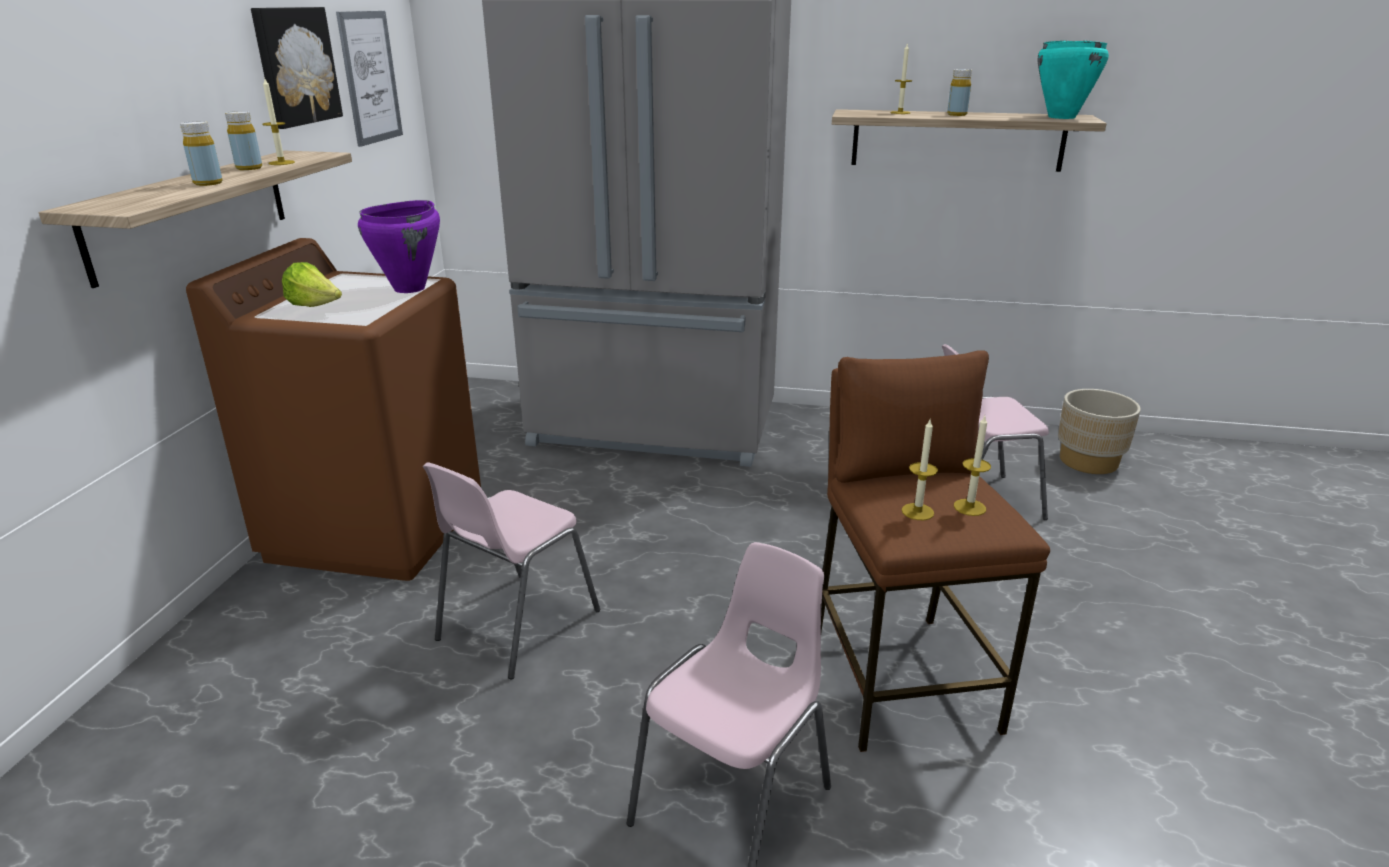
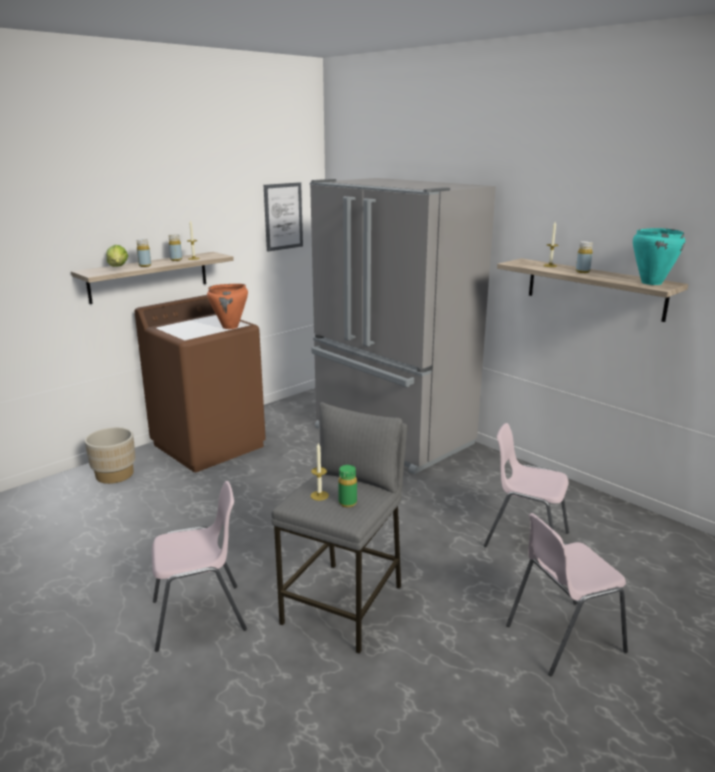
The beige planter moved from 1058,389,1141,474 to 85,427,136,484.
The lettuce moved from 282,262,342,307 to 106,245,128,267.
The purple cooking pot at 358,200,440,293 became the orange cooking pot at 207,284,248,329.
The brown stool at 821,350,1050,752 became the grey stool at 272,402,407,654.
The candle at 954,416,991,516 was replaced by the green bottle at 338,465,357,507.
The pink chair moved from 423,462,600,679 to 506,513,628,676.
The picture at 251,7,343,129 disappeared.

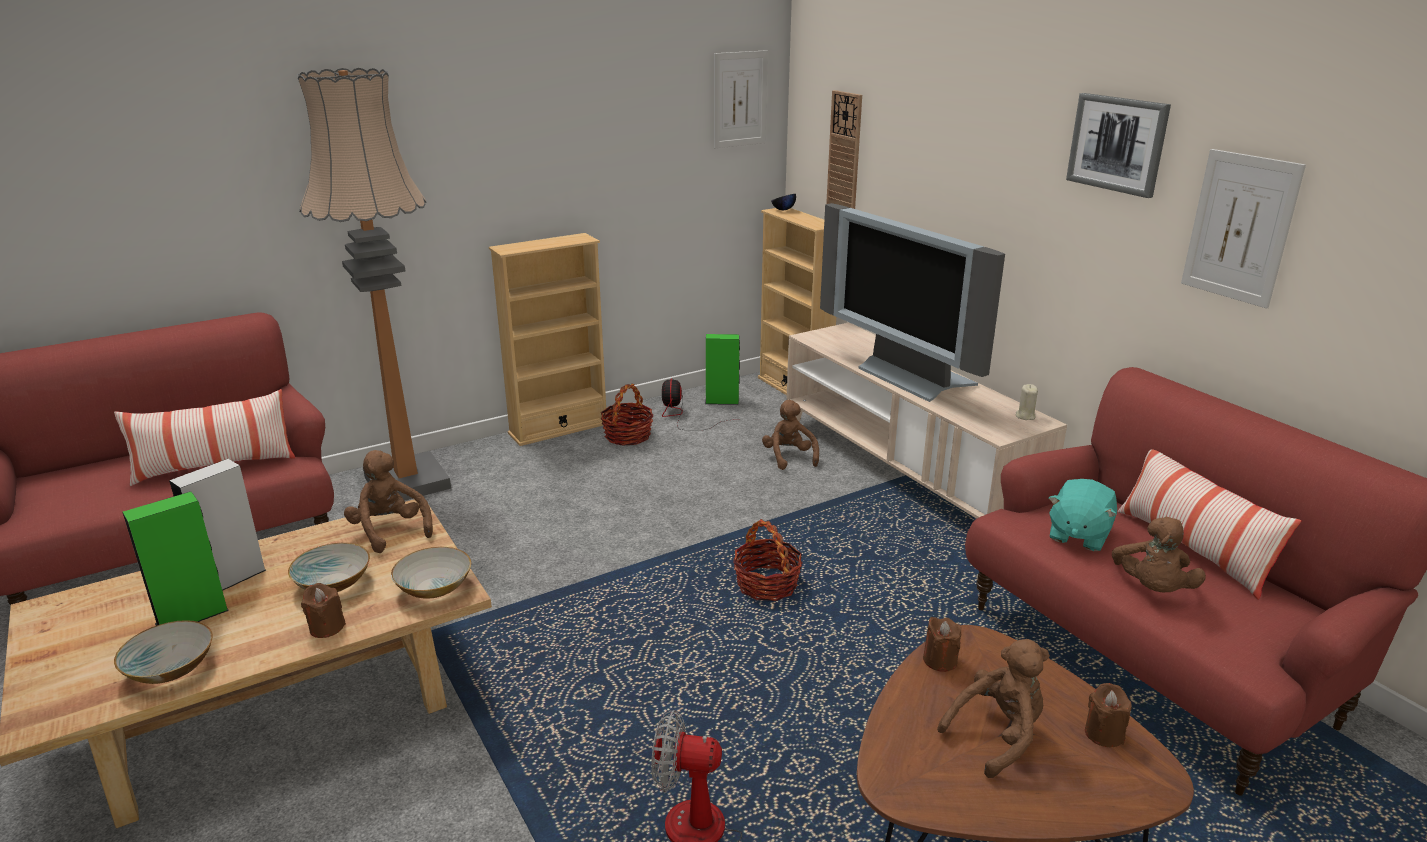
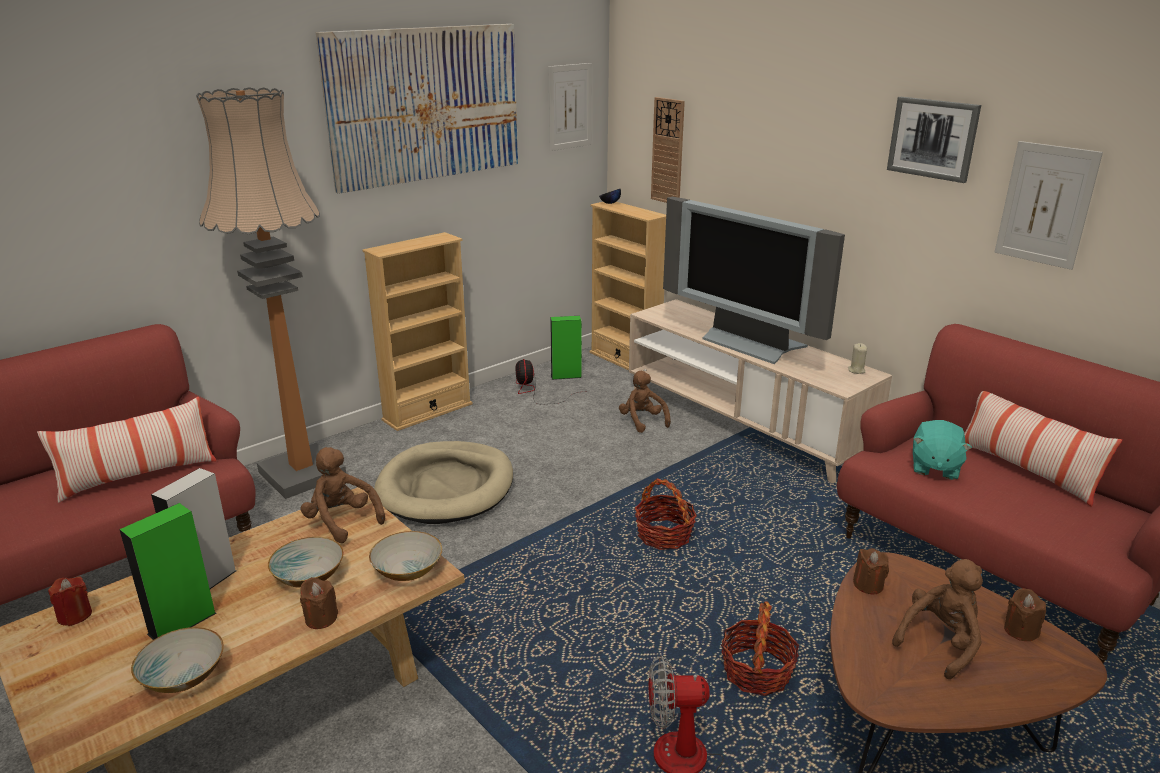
The red candle at 48,577,92,626 appeared.
The picture at 316,24,518,194 appeared.
The beige dog bed at 374,441,513,524 appeared.
The basket moved from 601,384,653,445 to 721,601,799,696.
The brown plush toy at 1112,517,1206,592 disappeared.

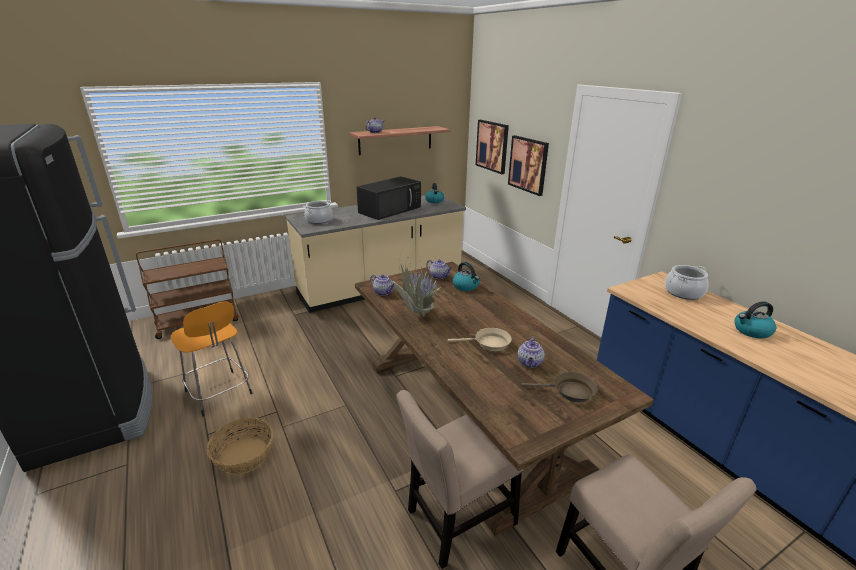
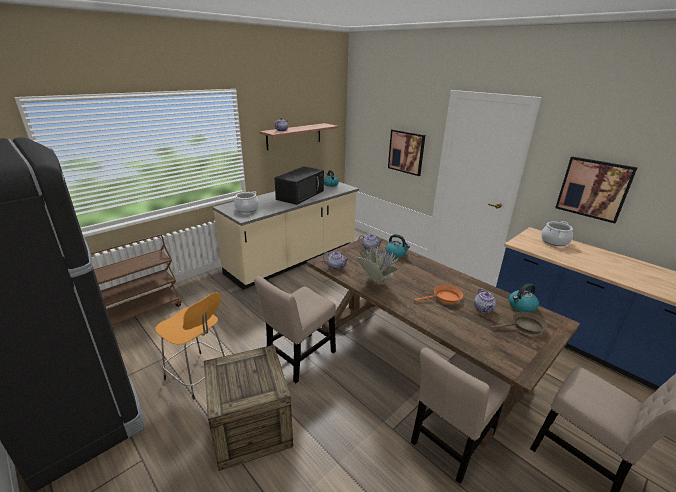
The basket at 206,418,273,475 was replaced by the crate at 204,345,293,471.
The beige chair at 254,276,336,383 appeared.
The beige frying pan at 448,328,512,351 became the orange frying pan at 414,285,463,304.
The kettle moved from 734,301,776,339 to 509,284,539,313.
The picture moved from 476,120,509,174 to 555,156,638,224.

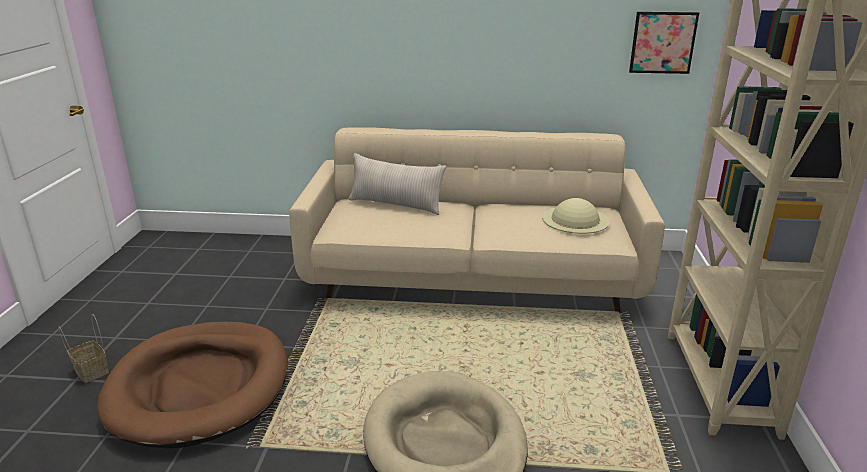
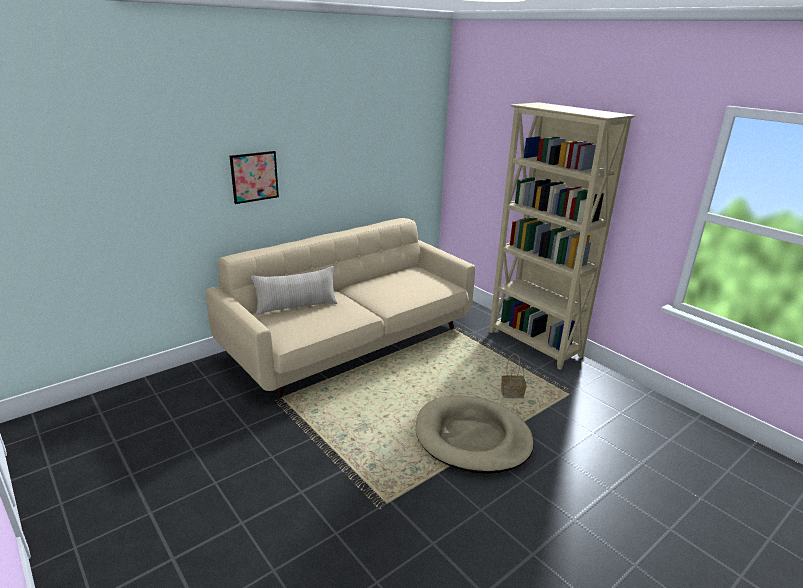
The picture moved from 629,12,699,74 to 230,151,279,204.
The basket moved from 58,314,109,383 to 501,354,527,398.
The brown dog bed at 97,322,288,448 disappeared.
The beige hat at 542,198,609,234 disappeared.

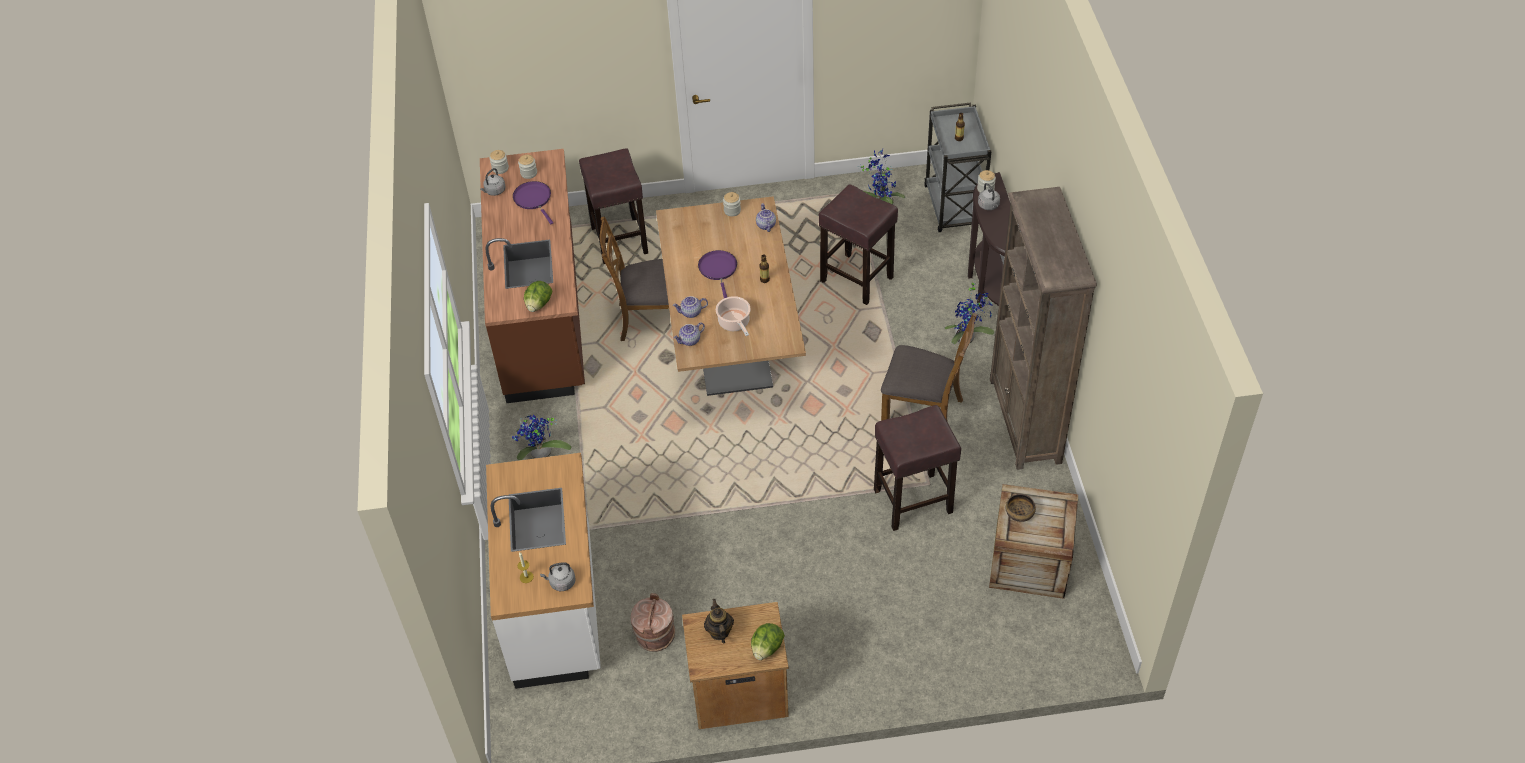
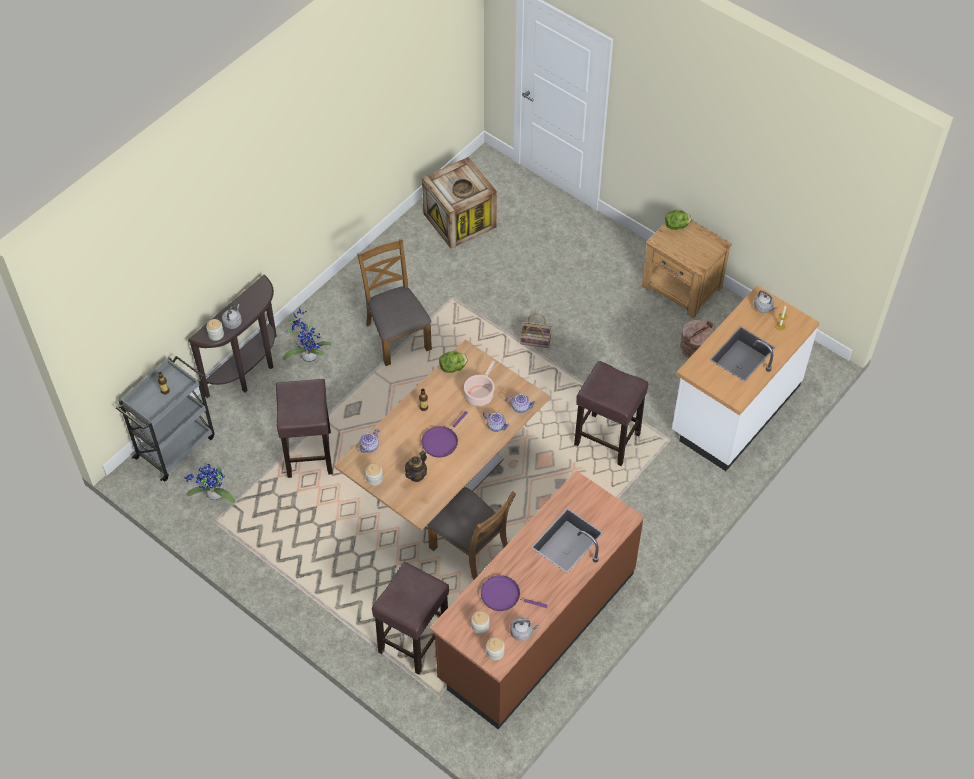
The teapot moved from 704,599,734,644 to 405,451,427,482.
The lettuce moved from 524,281,552,312 to 439,351,468,373.
The purple frying pan at 513,181,553,224 turned 90 degrees clockwise.
The basket at 520,313,552,348 appeared.
The brown stool moved from 874,405,961,531 to 574,361,648,466.
The potted plant at 512,415,571,460 disappeared.
The brown bookcase at 990,187,1097,470 disappeared.

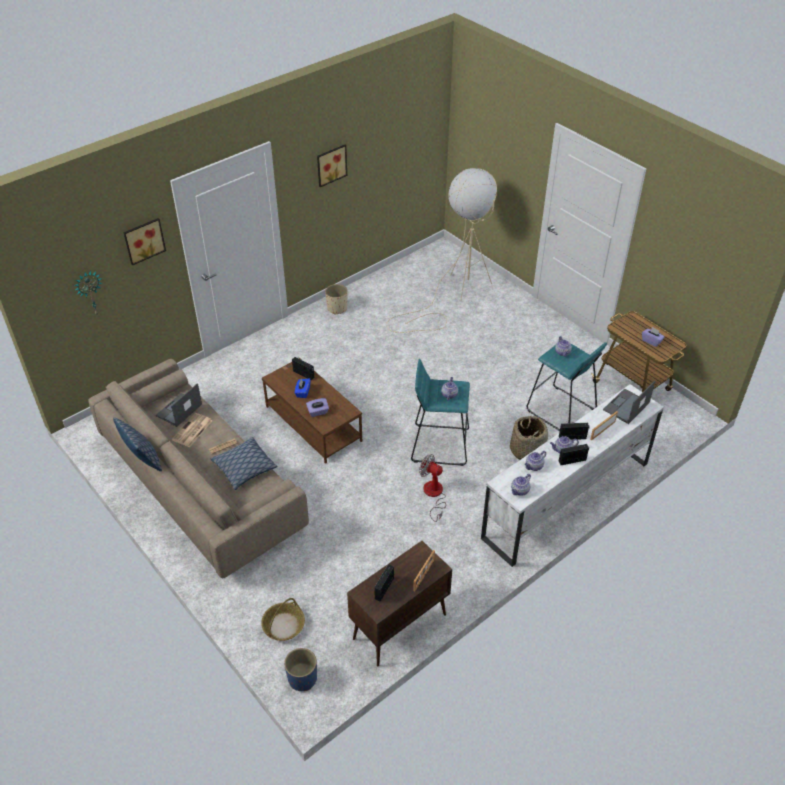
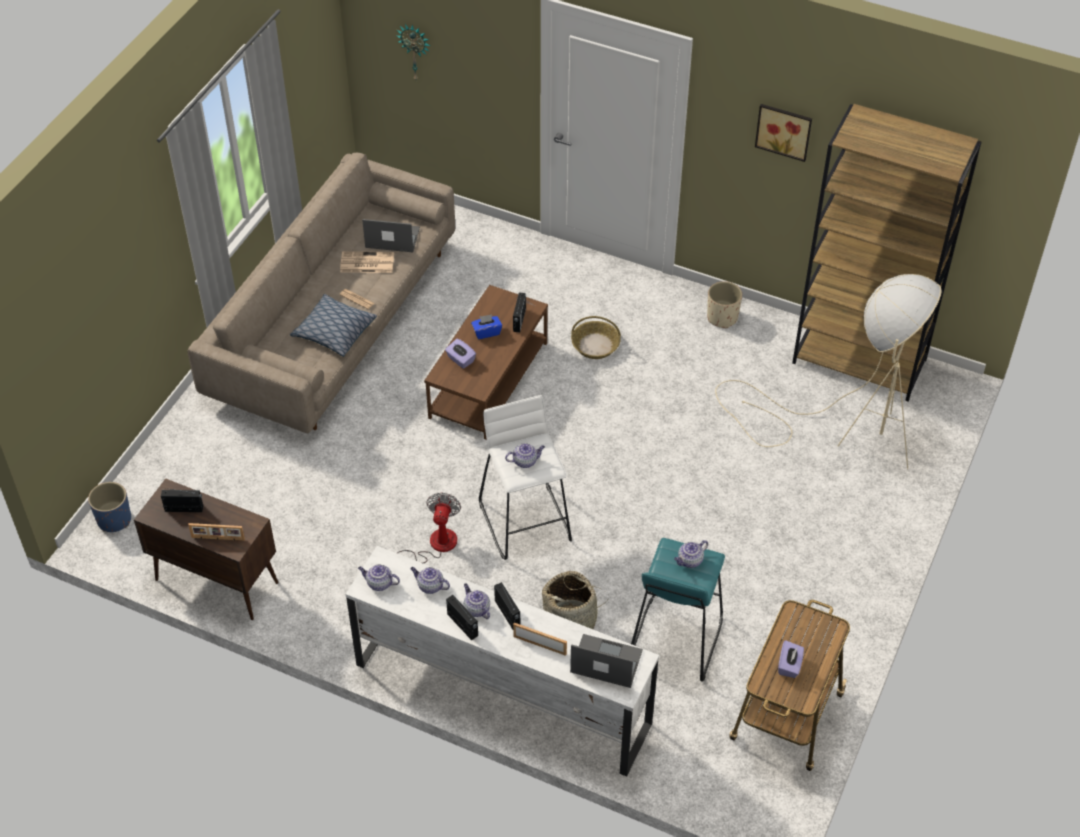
The turquoise stool at 411,359,470,466 became the white stool at 479,395,572,560.
The basket moved from 261,598,305,641 to 571,316,621,359.
The brown bookcase at 792,104,982,402 appeared.
The pillow at 113,417,162,471 disappeared.
The picture at 123,218,166,265 disappeared.

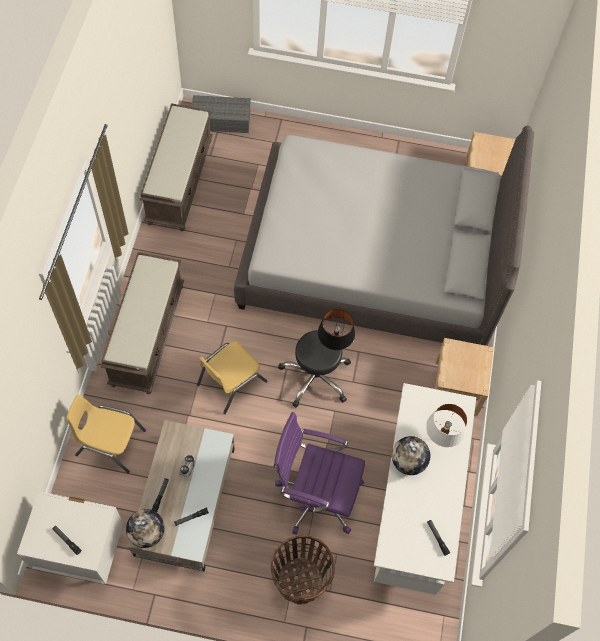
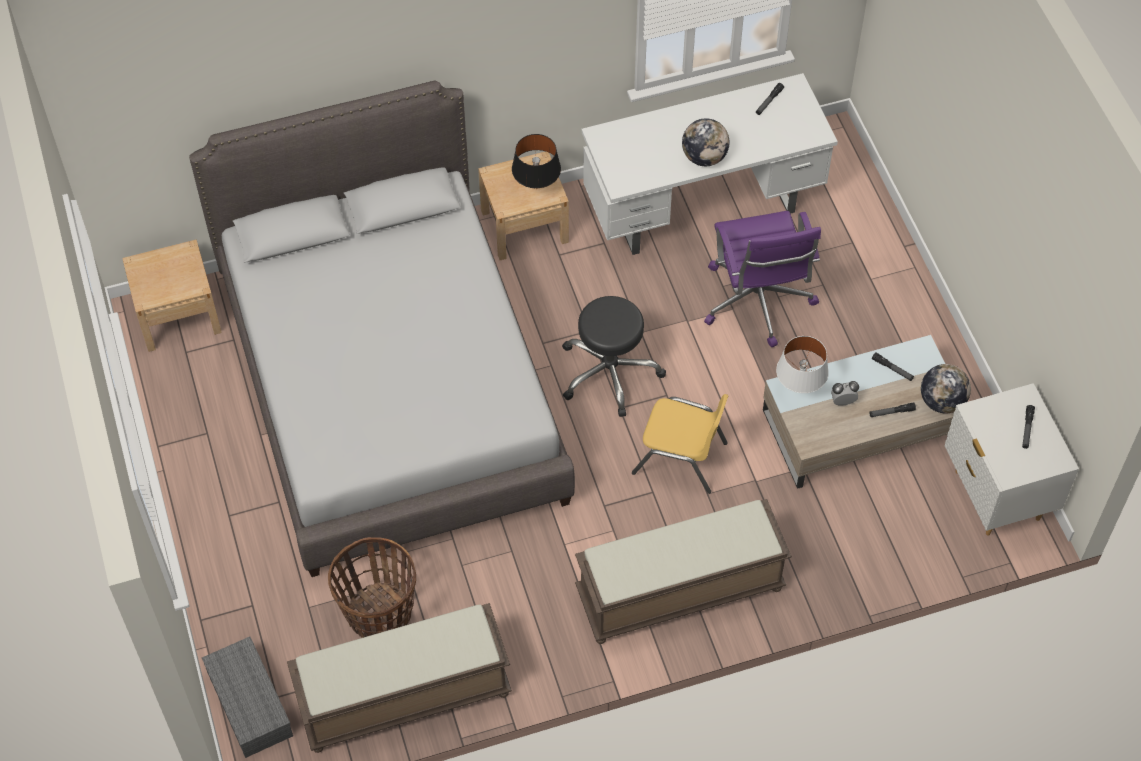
The basket moved from 271,535,334,604 to 328,537,416,638.
The black table lamp moved from 318,309,355,350 to 512,134,561,189.
The white table lamp moved from 426,403,468,447 to 776,336,829,393.
The yellow chair at 66,395,146,473 disappeared.

